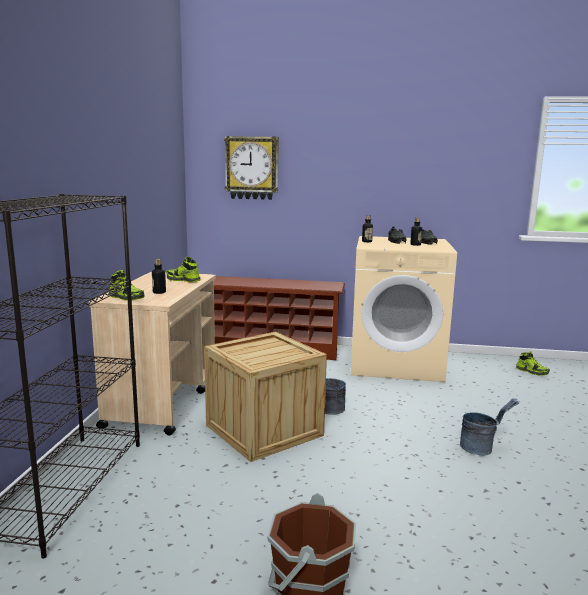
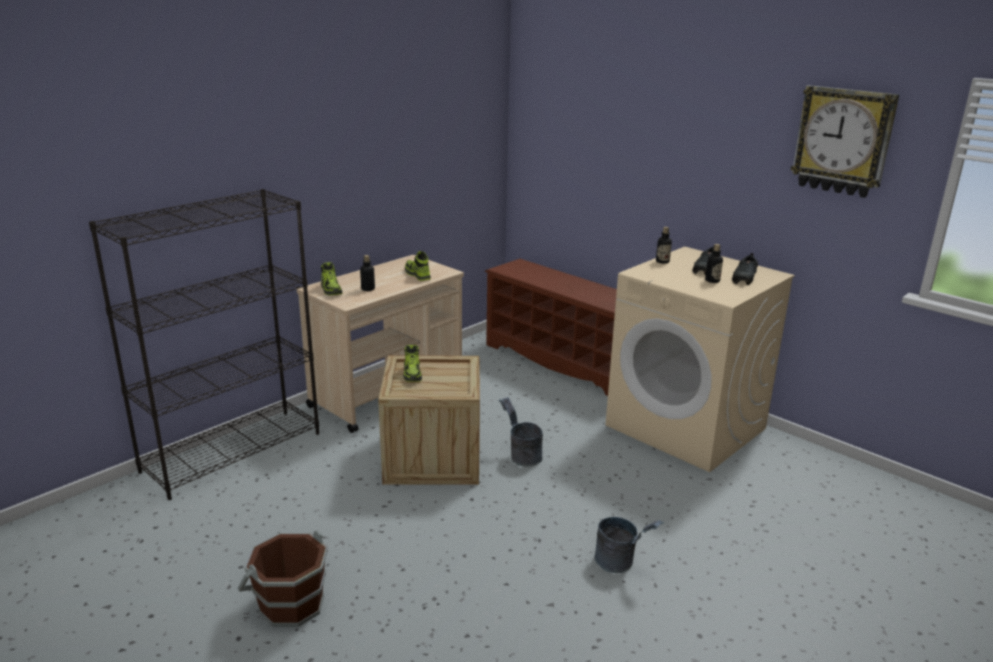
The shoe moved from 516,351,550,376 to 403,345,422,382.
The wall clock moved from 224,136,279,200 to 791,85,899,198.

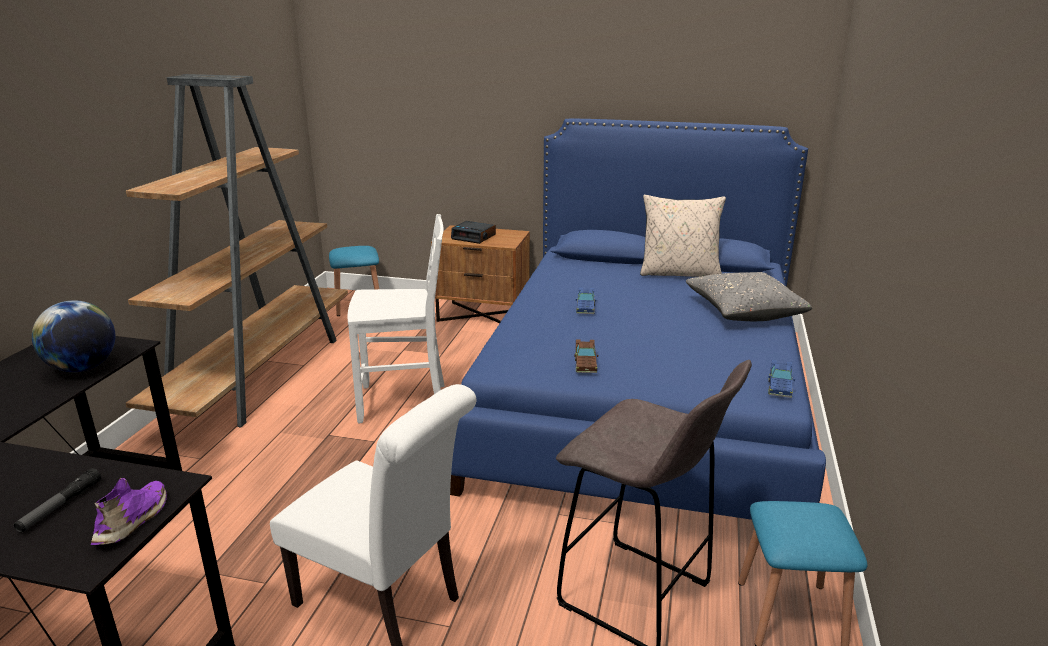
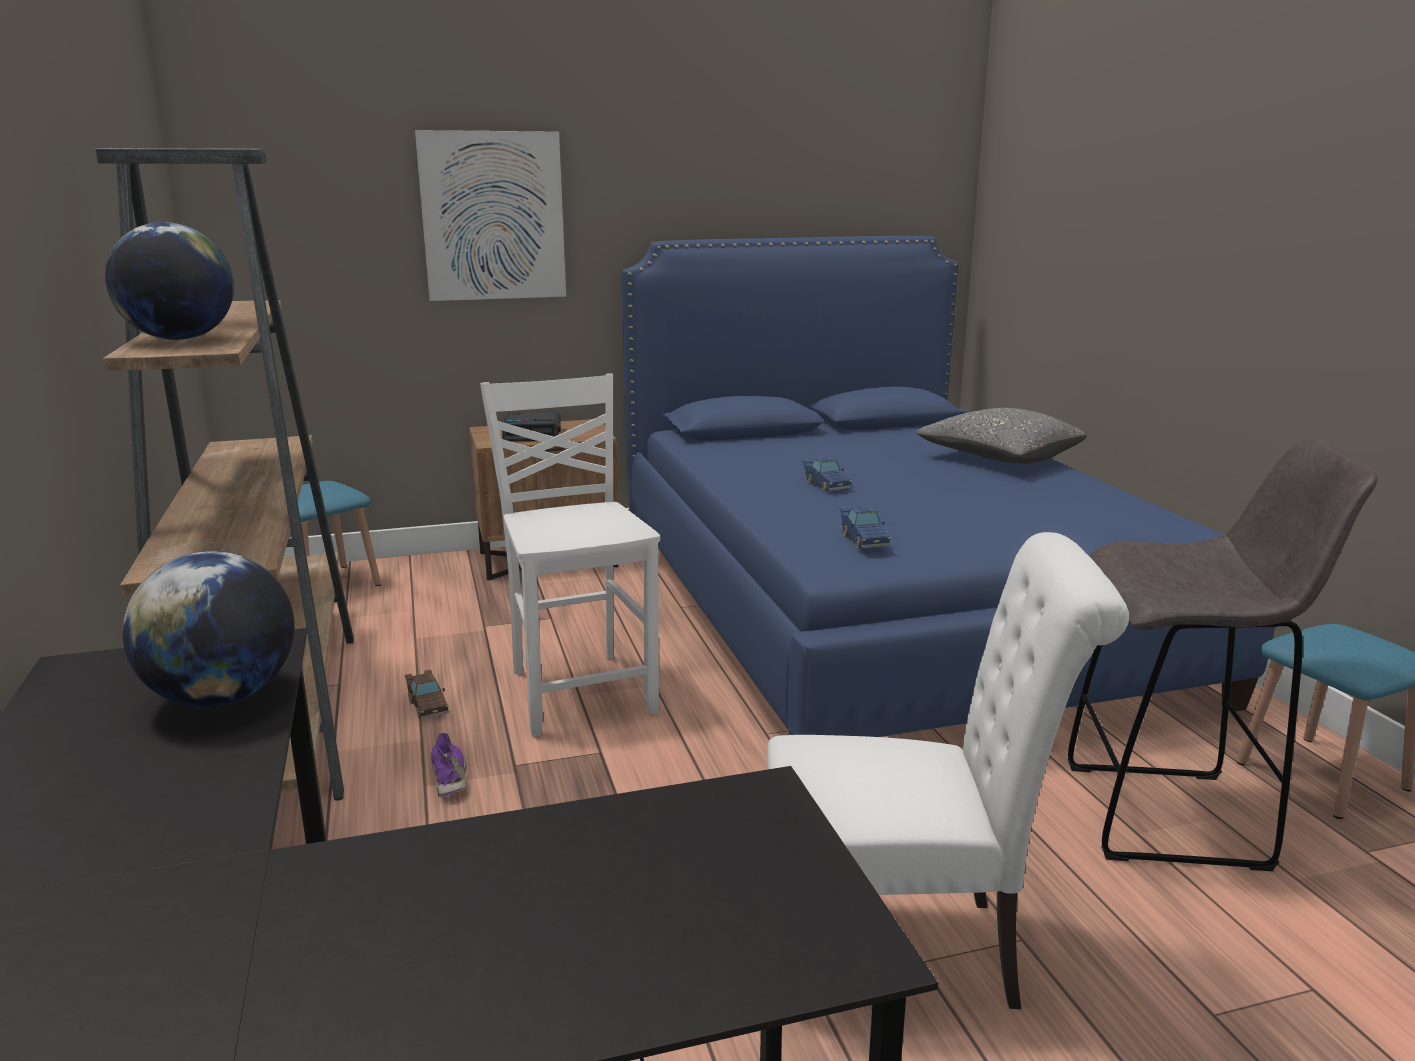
The globe at 105,222,234,340 appeared.
The brown toy car moved from 574,340,598,373 to 405,670,449,719.
The picture at 415,130,566,301 appeared.
The purple shoe moved from 91,478,167,545 to 431,732,467,798.
The white chair at 348,214,445,423 turned 75 degrees counterclockwise.
The blue toy car moved from 768,360,795,398 to 839,505,891,549.
The flashlight at 14,468,101,532 disappeared.
The beige pillow at 640,195,726,277 disappeared.

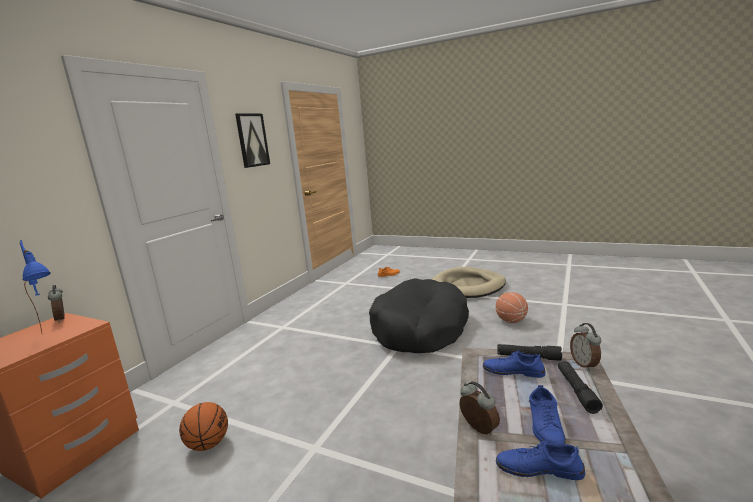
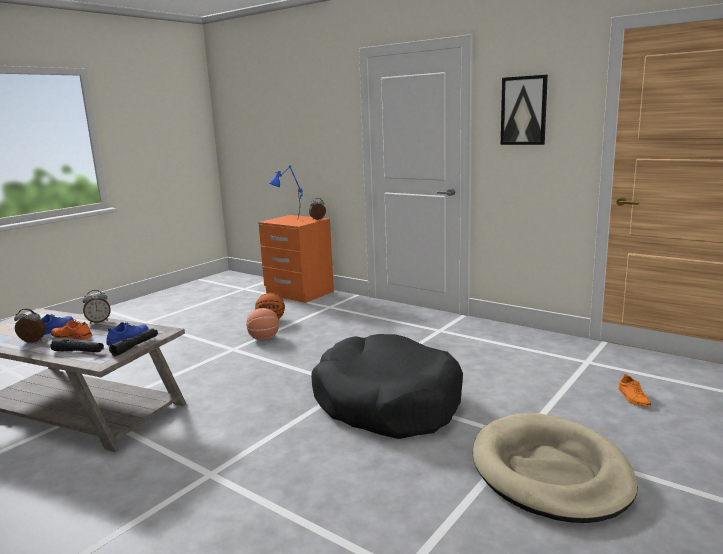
The alarm clock moved from 570,323,601,371 to 14,308,46,343.
The blue shoe at 529,385,566,444 became the orange shoe at 51,319,92,340.
The basketball moved from 496,292,528,323 to 246,308,279,341.

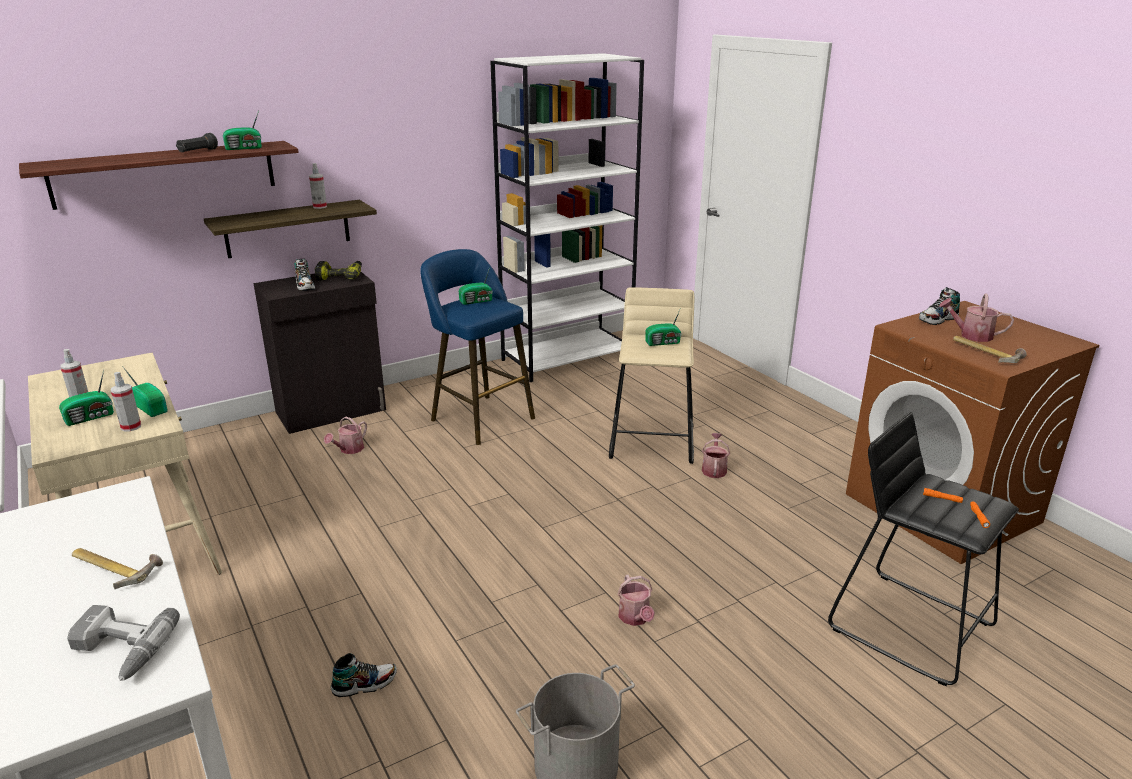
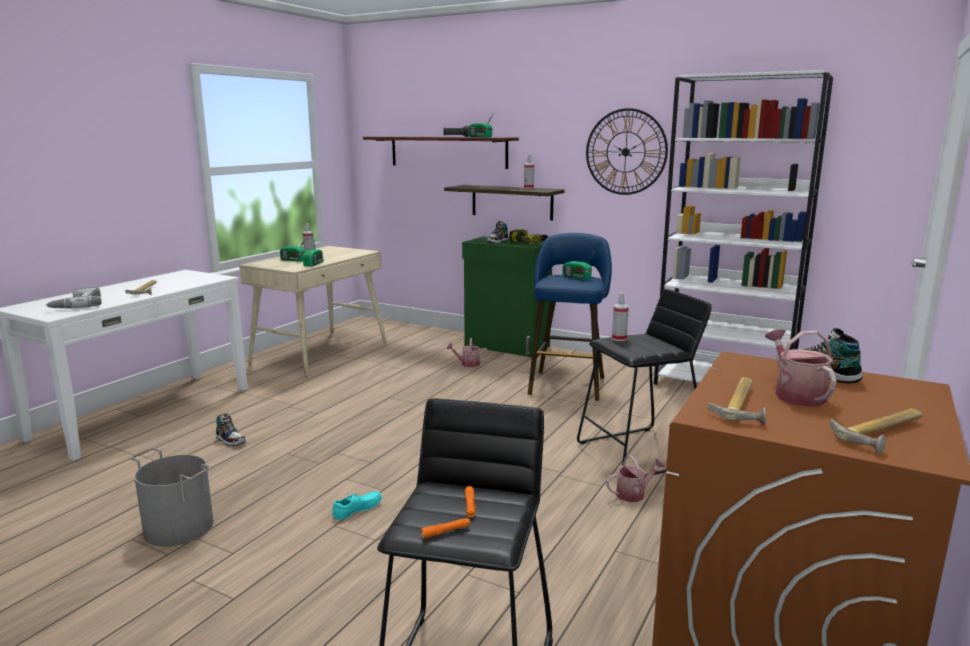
The watering can at 618,575,655,626 was replaced by the turquoise shoe at 332,491,382,520.
The black cabinet at 254,272,386,434 became the green cabinet at 462,236,552,357.
The beige stool at 609,287,694,464 became the black stool at 577,289,712,477.
The wall clock at 586,108,668,195 appeared.
The spray bottle moved from 111,372,141,432 to 612,293,629,341.
The hammer at 830,409,922,454 appeared.
The radio at 645,308,681,346 disappeared.

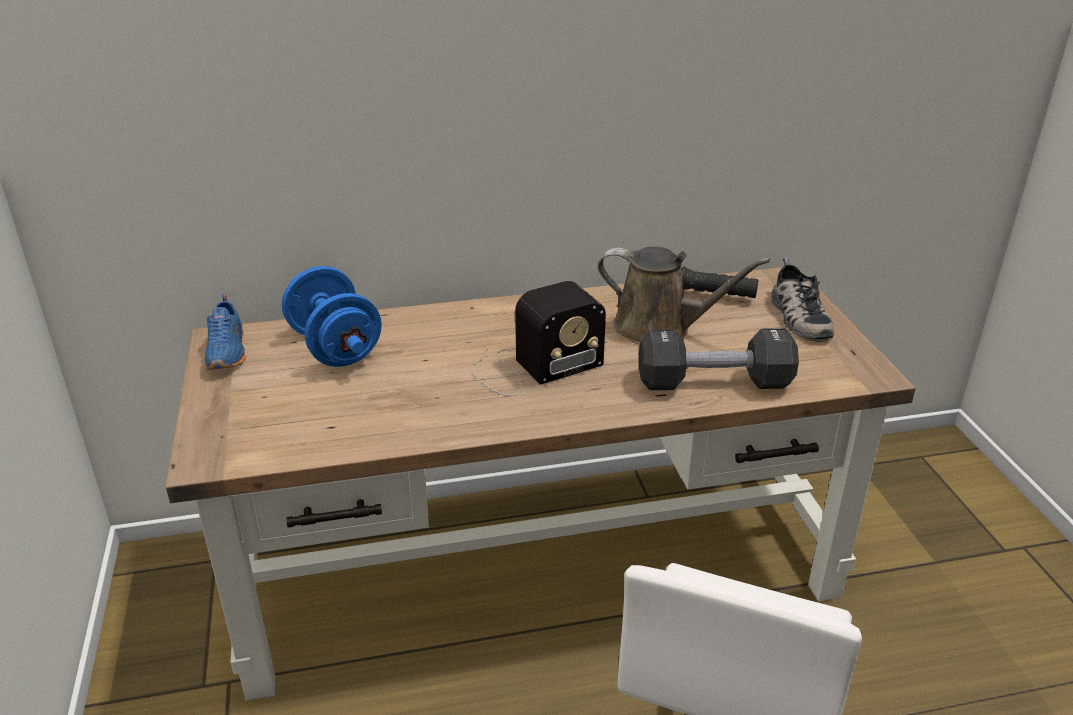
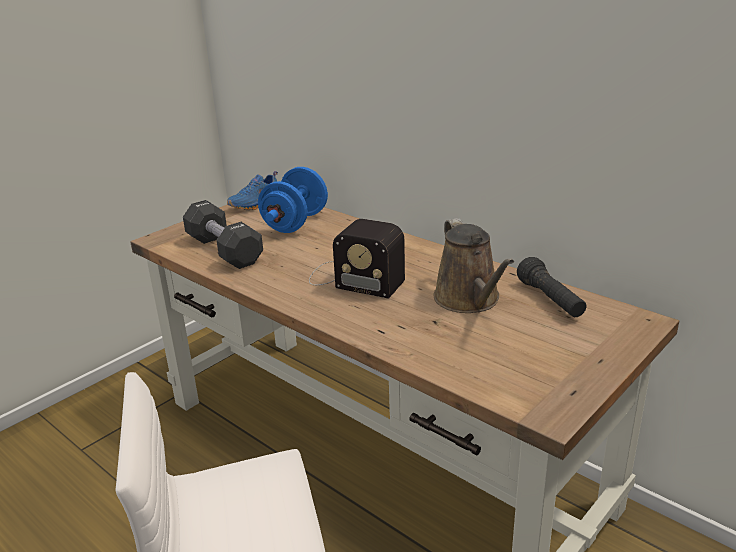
The black dumbbell moved from 639,328,799,390 to 183,200,263,269.
The shoe at 771,258,834,342 disappeared.

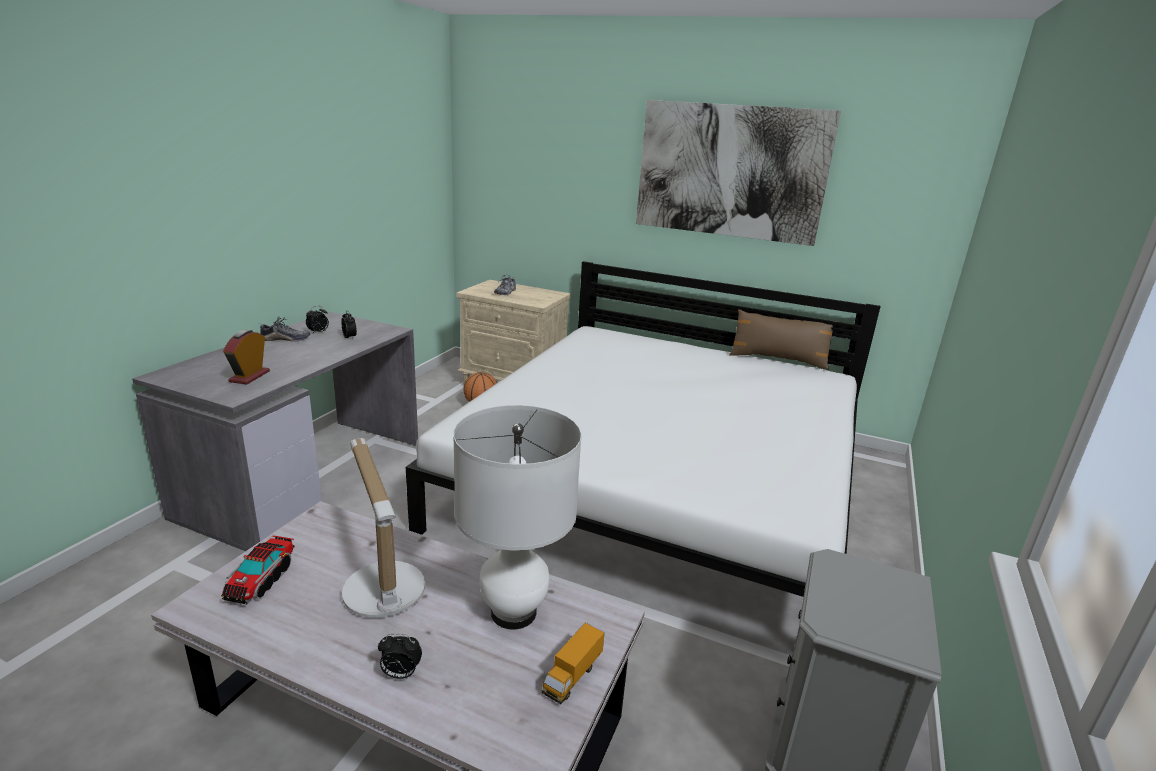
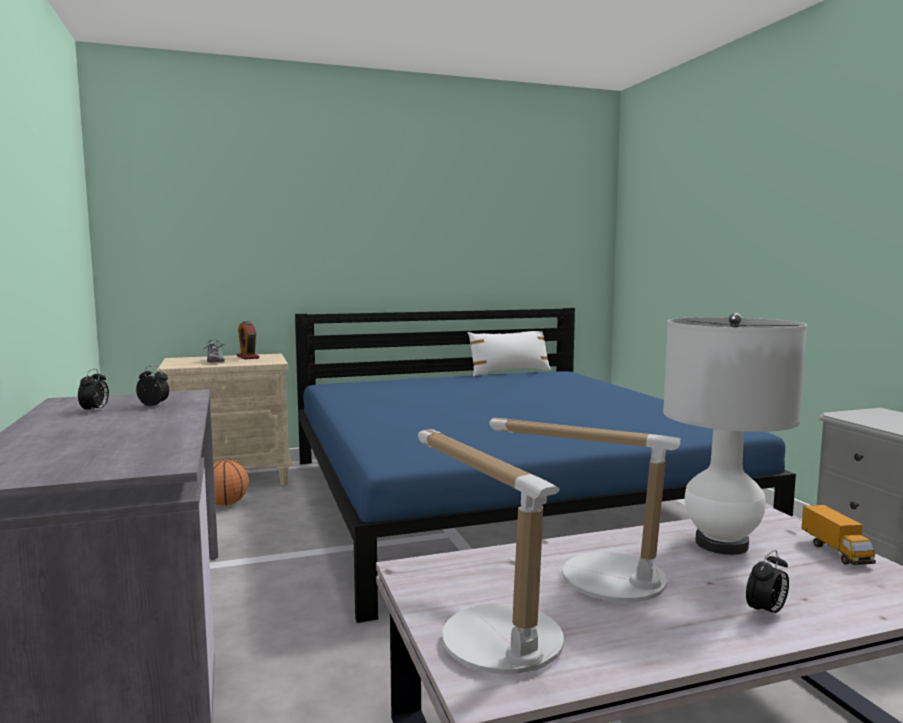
The alarm clock moved from 223,330,270,385 to 237,321,260,360.
The white bed at 406,261,880,597 became the blue bed at 295,308,796,623.
The toy truck at 221,536,295,604 was replaced by the table lamp at 418,429,564,674.
The brown pillow at 729,309,837,370 became the white pillow at 468,331,552,377.
The shoe at 260,317,310,341 disappeared.
The picture at 636,100,841,246 disappeared.

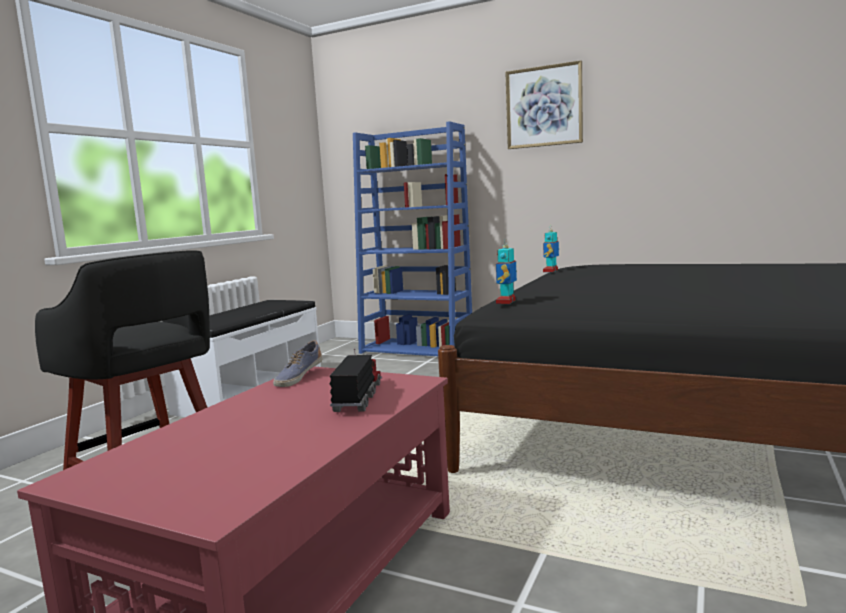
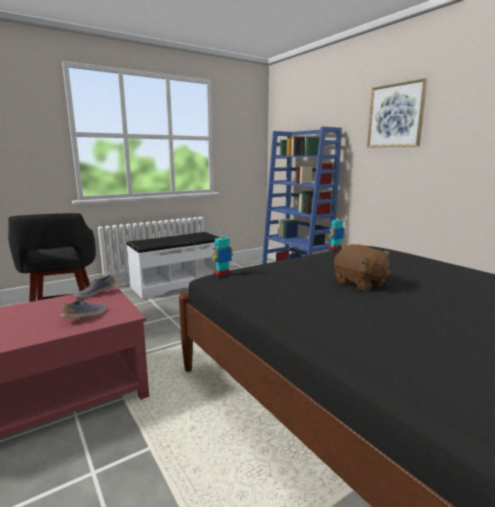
The toy truck at 330,349,382,412 was replaced by the shoe at 61,299,107,318.
The brown plush toy at 334,244,391,291 appeared.

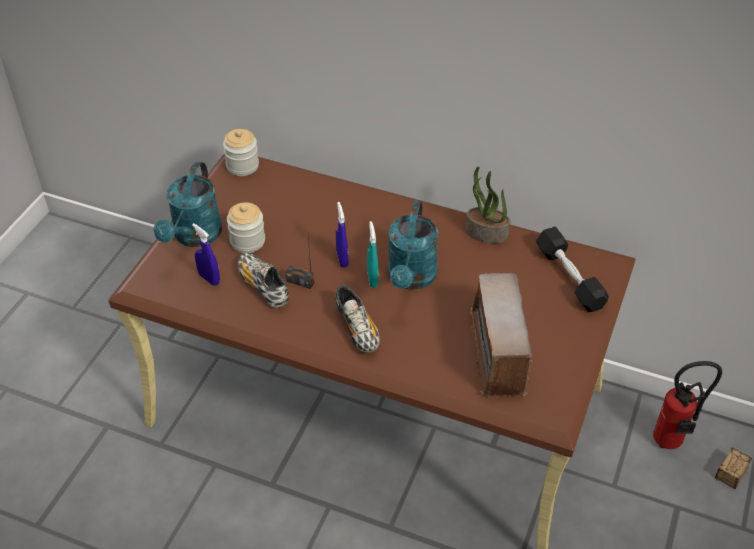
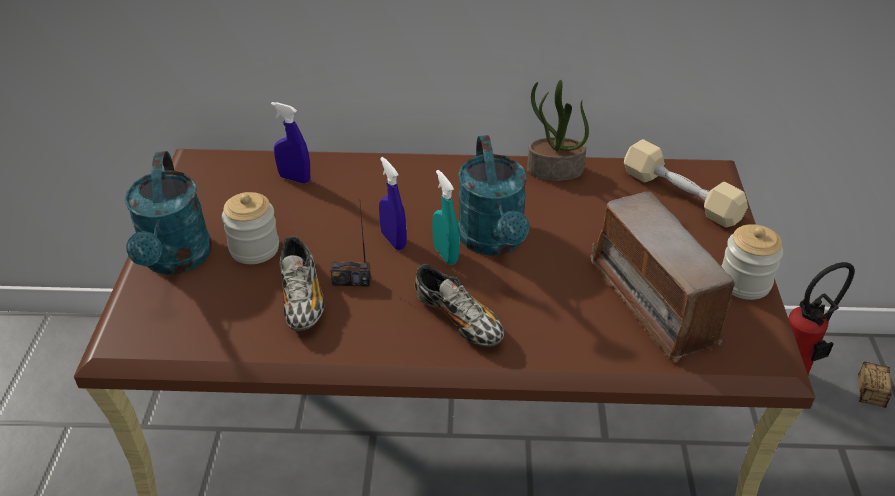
The blue spray bottle moved from 192,223,220,286 to 271,102,310,184.
The shoe at 238,253,289,308 turned 135 degrees counterclockwise.
The black dumbbell at 536,227,609,312 became the beige dumbbell at 624,139,748,228.
The jar moved from 223,129,259,176 to 721,224,783,300.

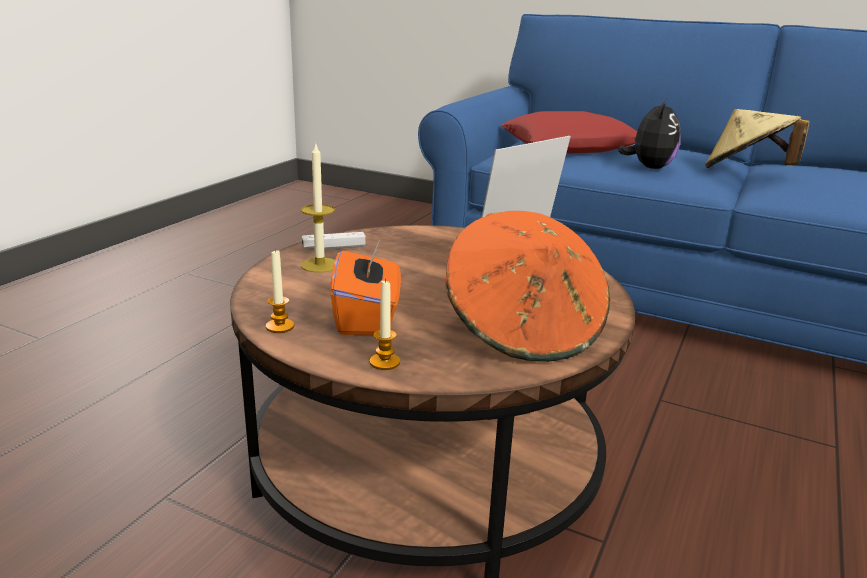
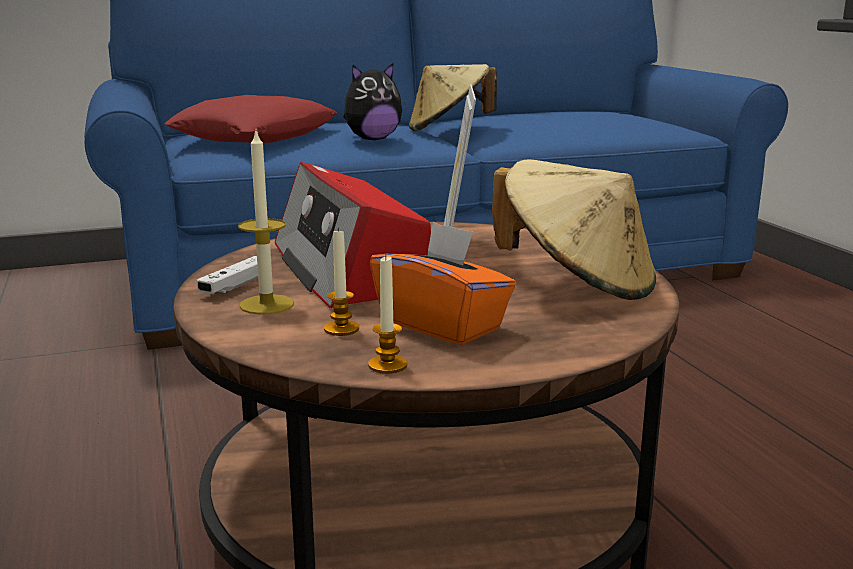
The radio at 275,162,431,308 appeared.
The candle moved from 370,279,400,370 to 324,228,359,336.
The plush toy at 618,99,681,169 turned 90 degrees clockwise.
The orange hat at 445,211,610,362 became the beige hat at 492,160,656,300.

